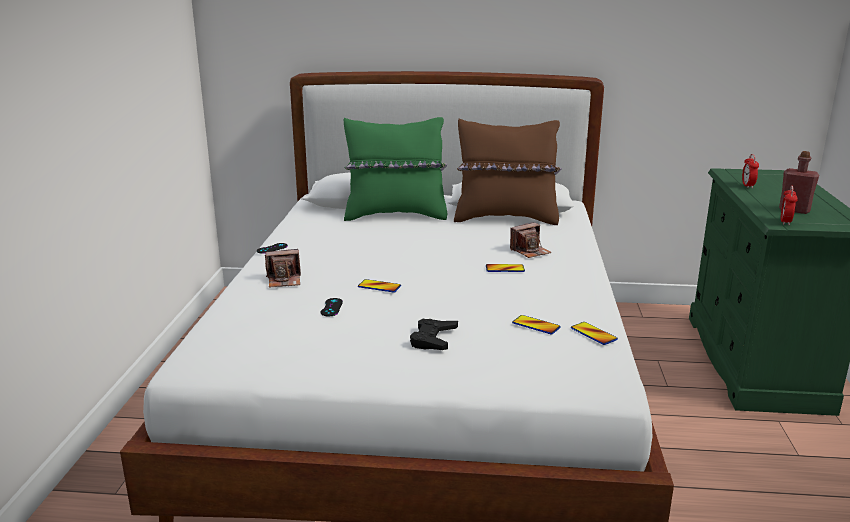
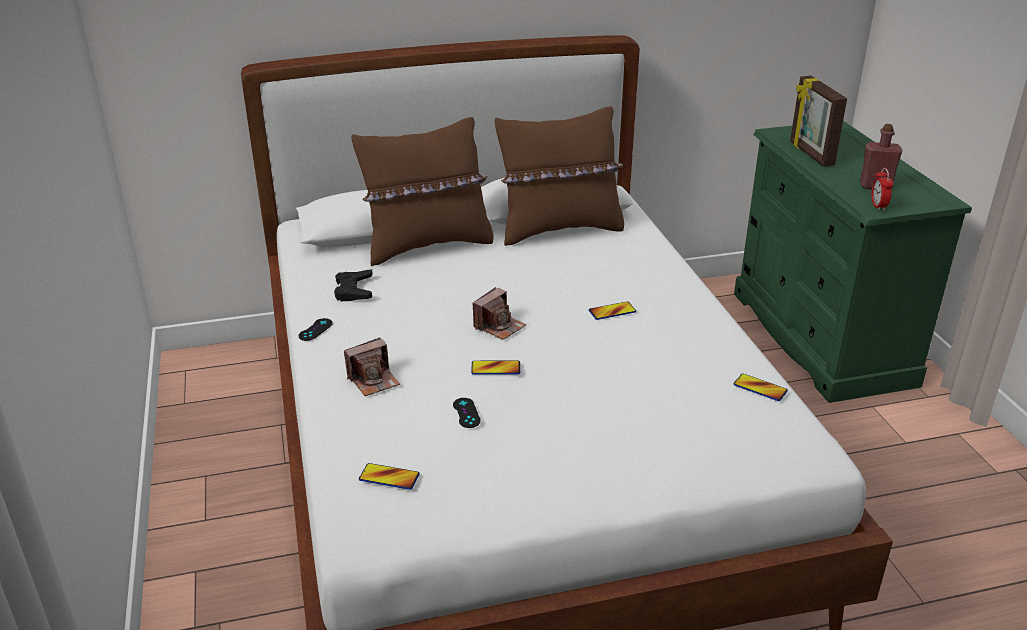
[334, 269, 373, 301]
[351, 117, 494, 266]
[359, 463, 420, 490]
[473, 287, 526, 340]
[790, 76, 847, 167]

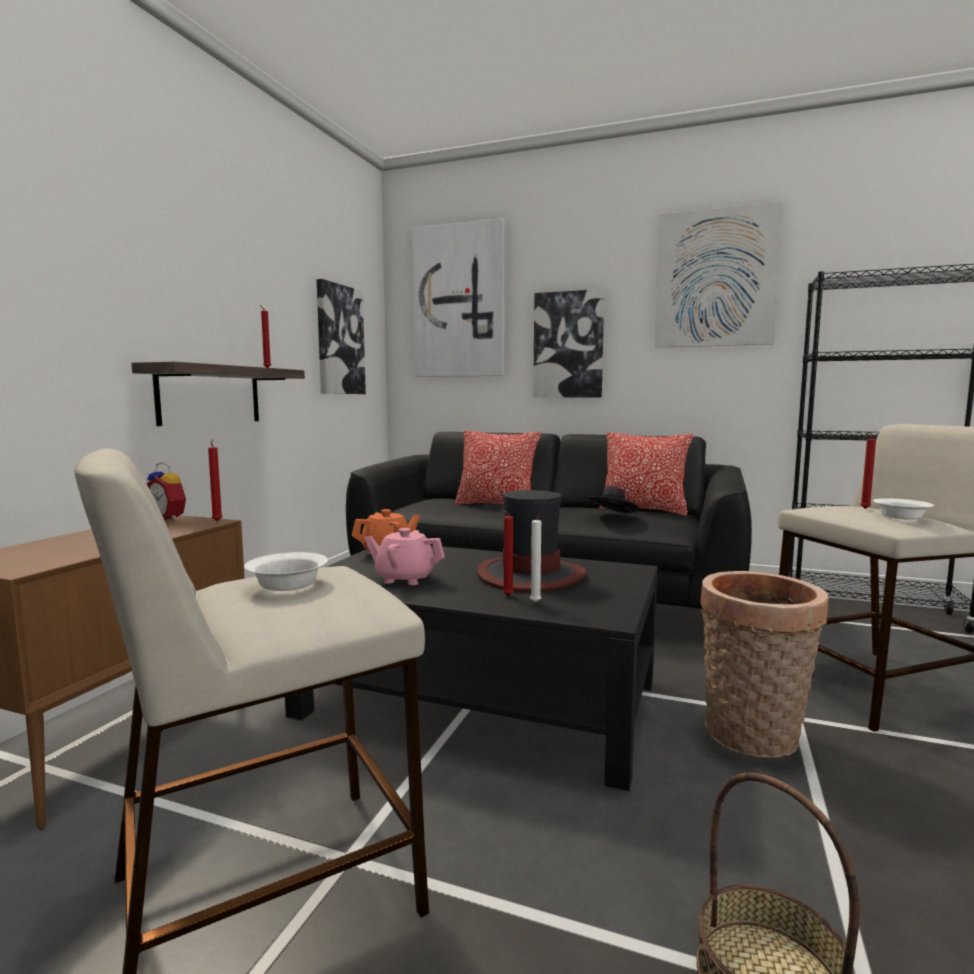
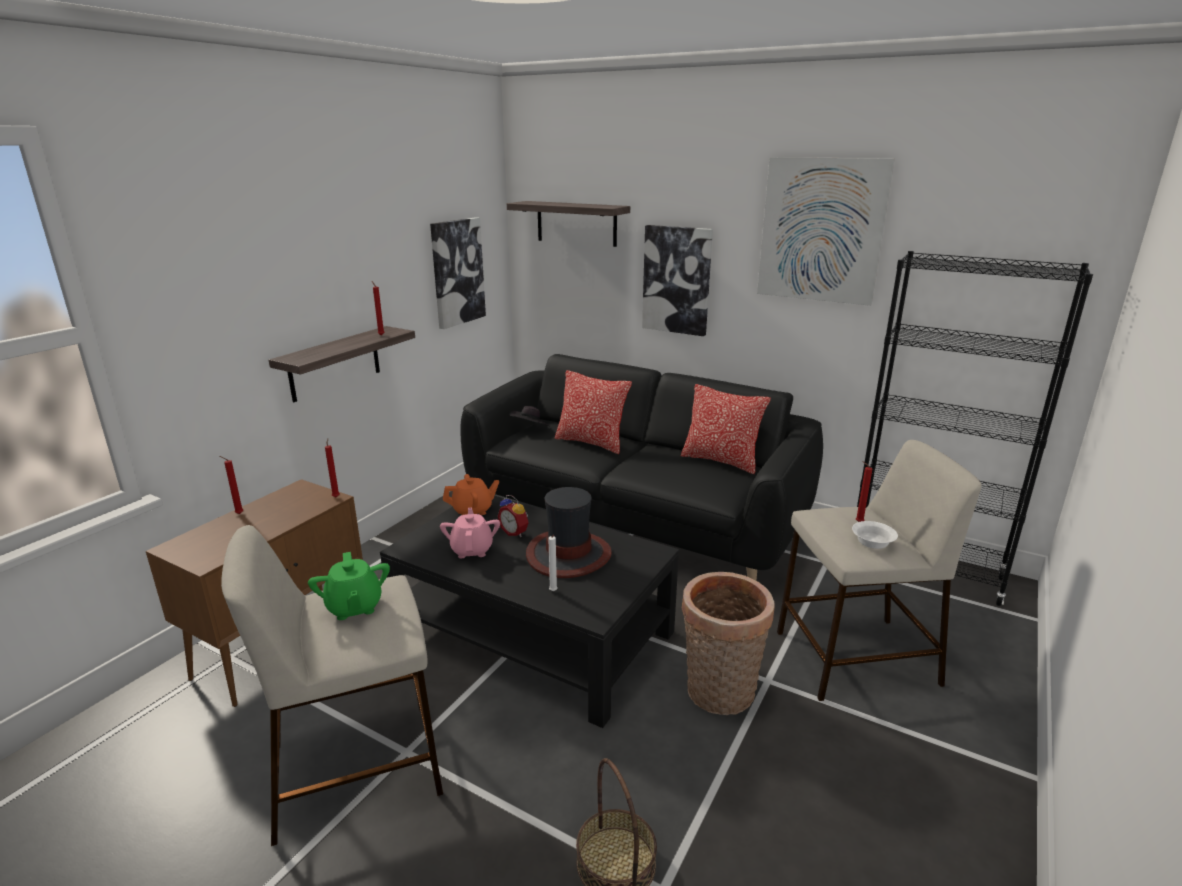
[219, 456, 243, 514]
[308, 552, 390, 620]
[440, 508, 500, 558]
[497, 495, 529, 537]
[507, 201, 630, 247]
[509, 406, 549, 426]

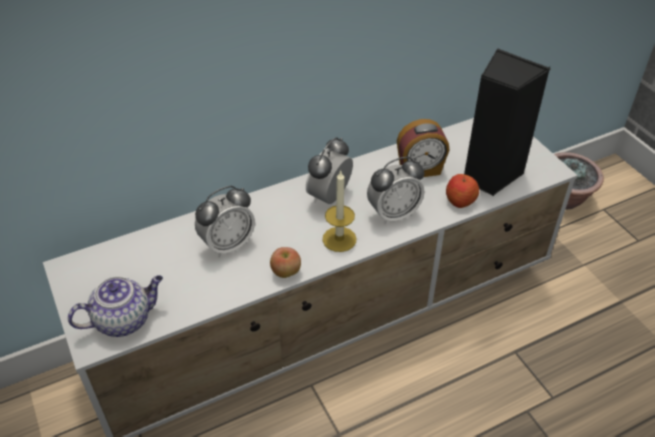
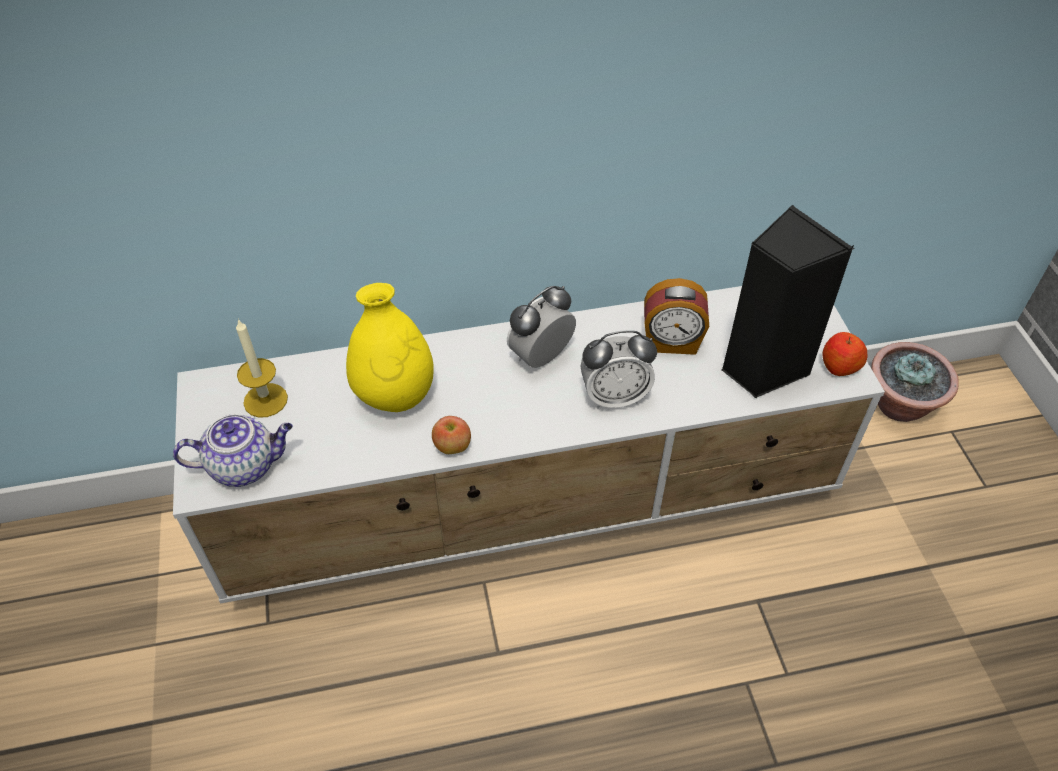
[236, 318, 288, 418]
[346, 283, 434, 412]
[822, 332, 868, 376]

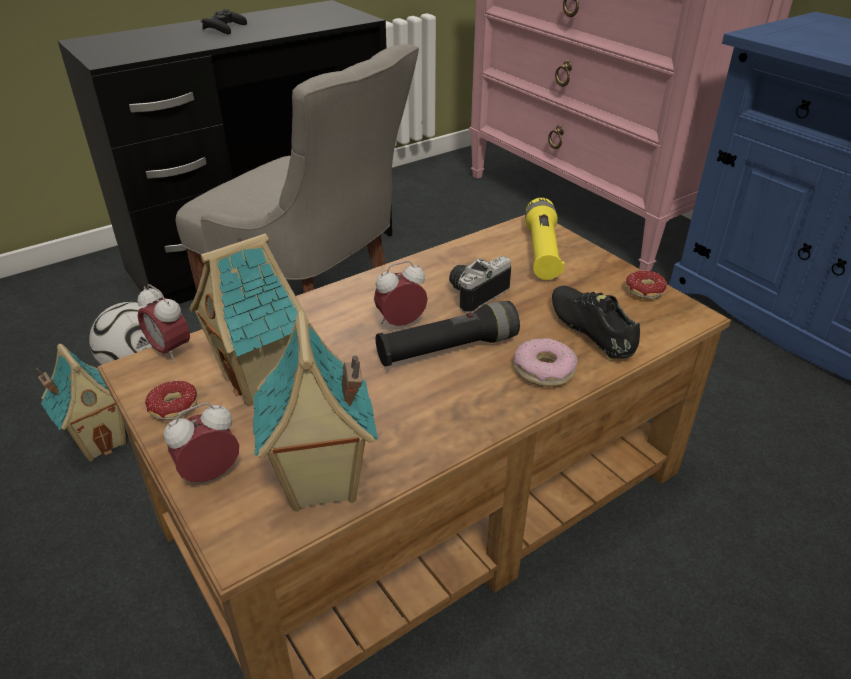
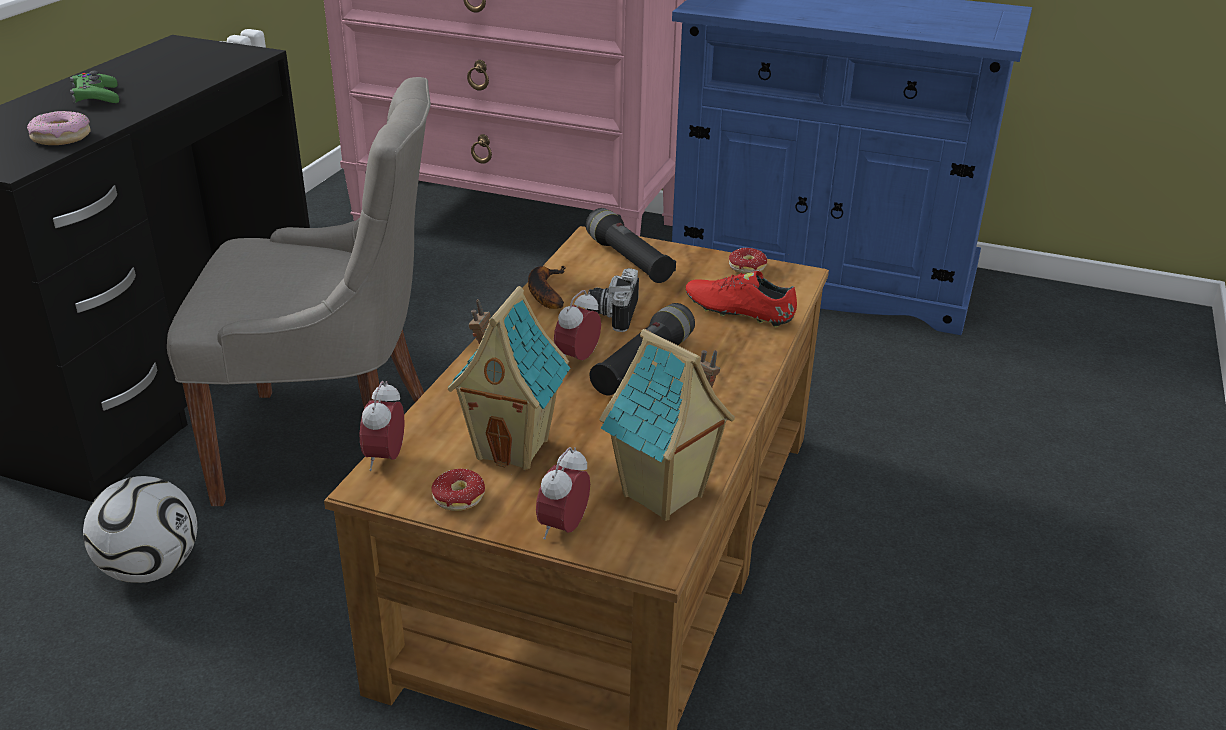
[27, 111, 91, 145]
[70, 71, 119, 103]
[360, 381, 405, 471]
[528, 266, 566, 309]
[586, 208, 676, 283]
[686, 271, 797, 328]
[36, 344, 126, 461] (first image)

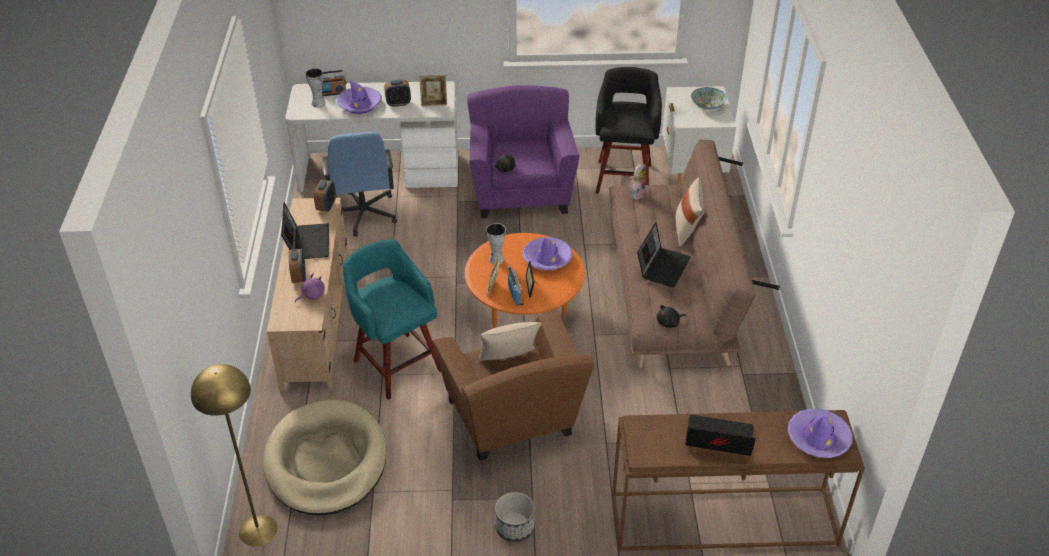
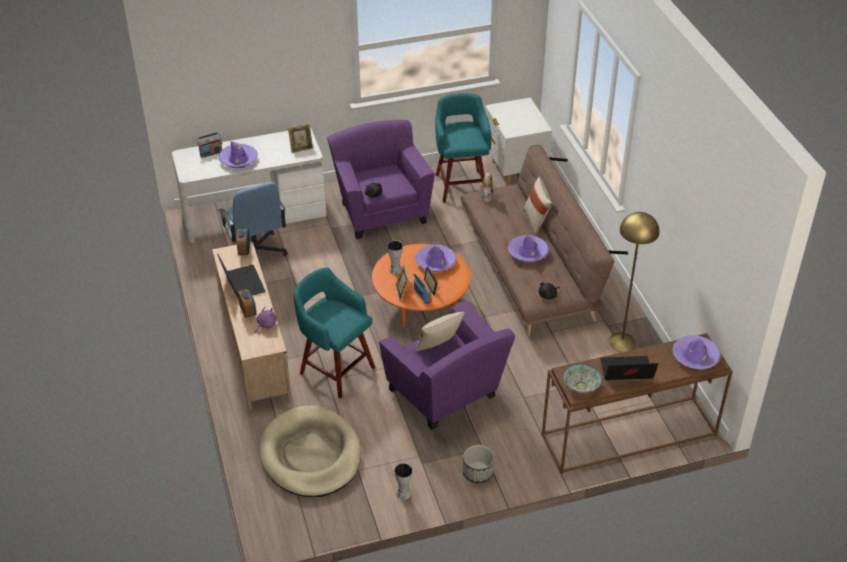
[379, 300, 515, 430]
[394, 463, 413, 500]
[435, 93, 491, 203]
[508, 235, 549, 262]
[563, 364, 602, 393]
[609, 212, 659, 352]
[384, 80, 411, 107] (first image)

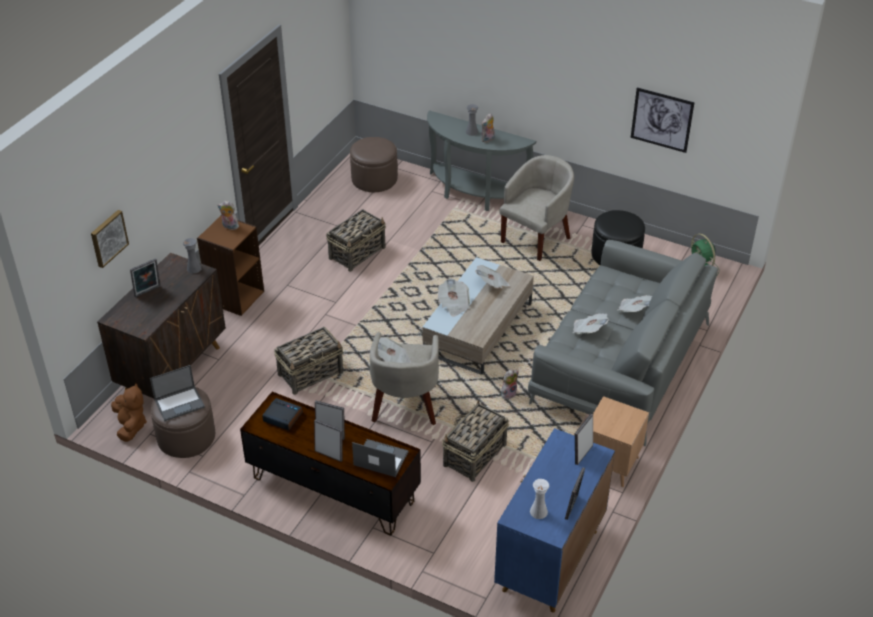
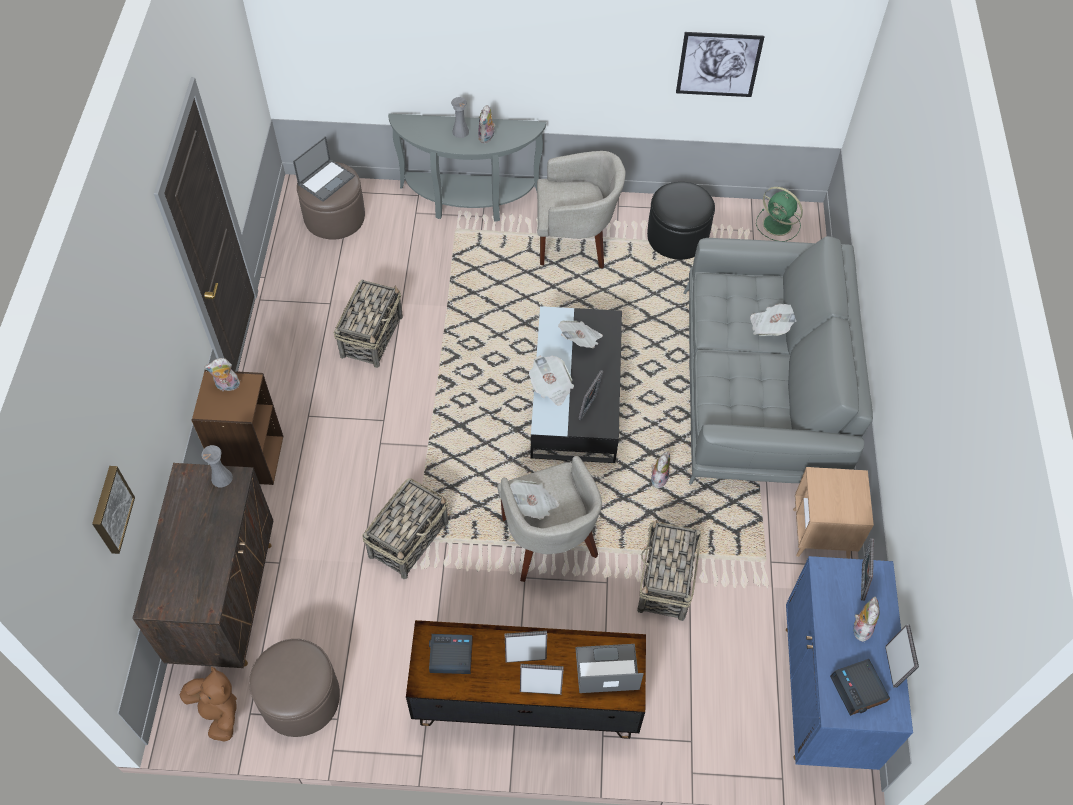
[293, 136, 355, 202]
[530, 306, 622, 463]
[537, 151, 626, 269]
[578, 370, 603, 420]
[830, 659, 890, 716]
[854, 597, 880, 642]
[572, 313, 609, 334] (first image)

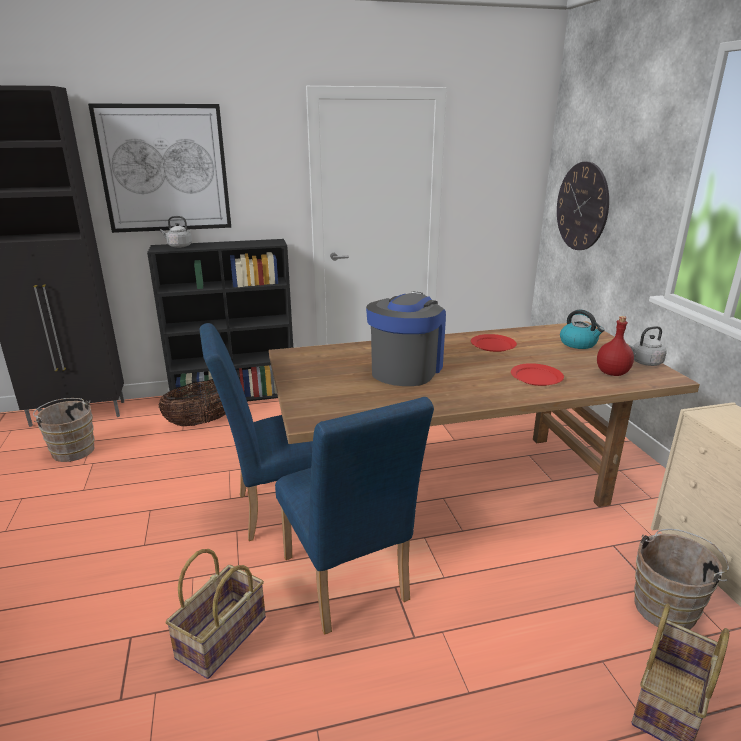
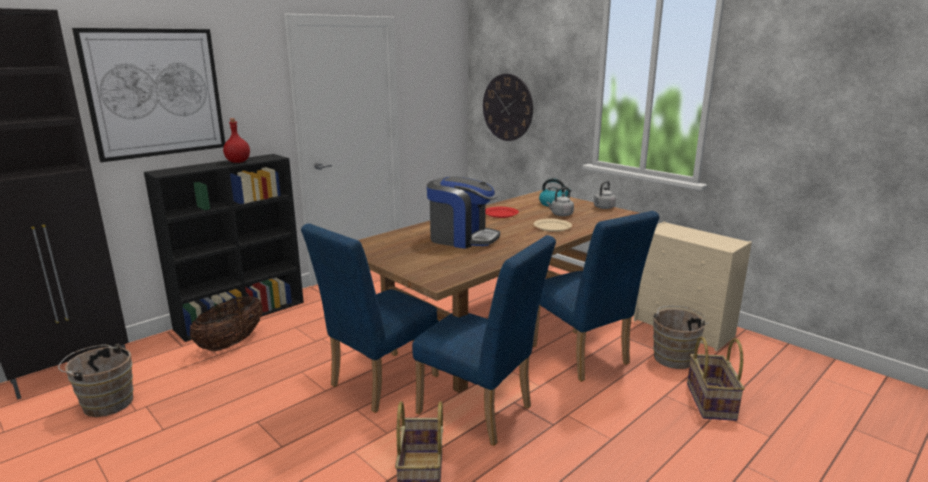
[223, 118, 250, 163]
[427, 176, 500, 249]
[533, 211, 659, 382]
[534, 219, 572, 232]
[546, 187, 574, 216]

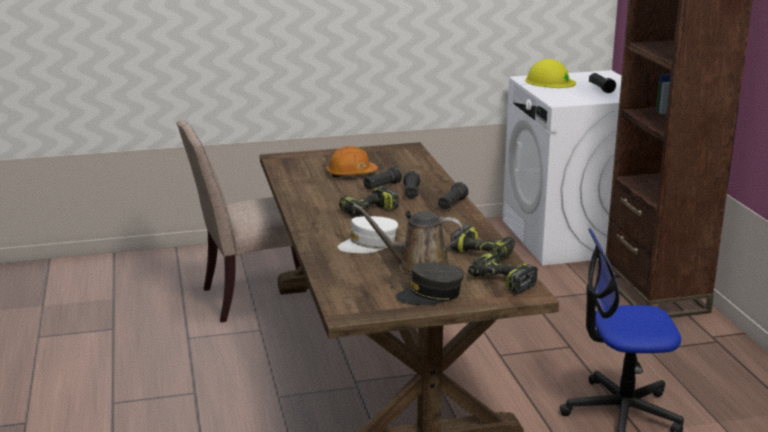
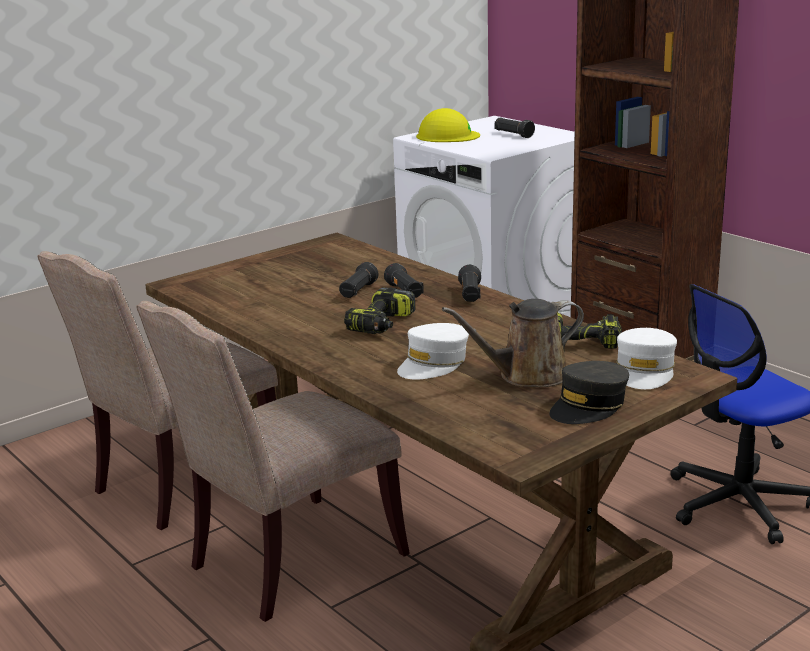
[136, 301, 410, 622]
[617, 328, 677, 389]
[327, 146, 378, 177] (first image)

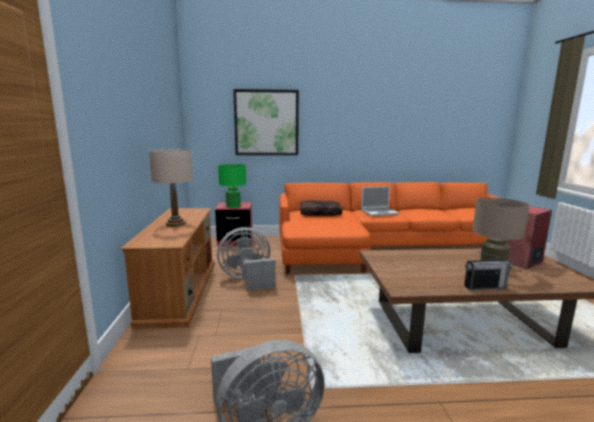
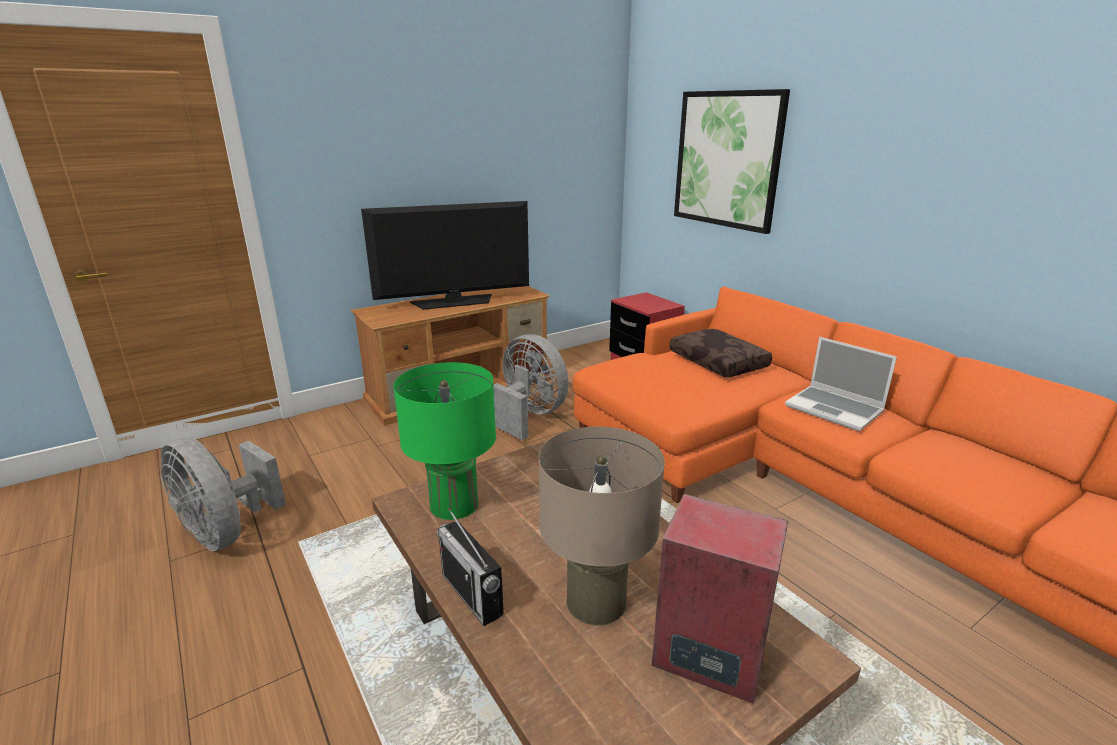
[361, 201, 529, 310]
[393, 362, 496, 520]

